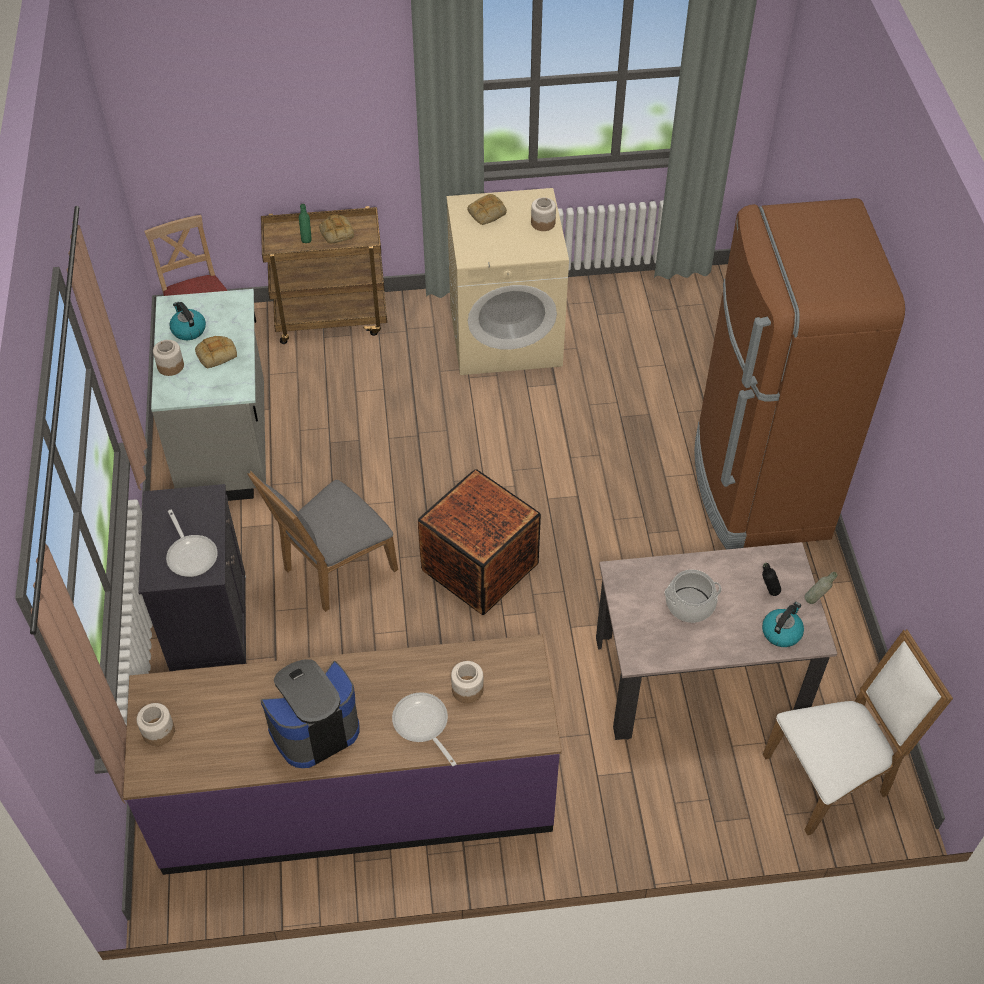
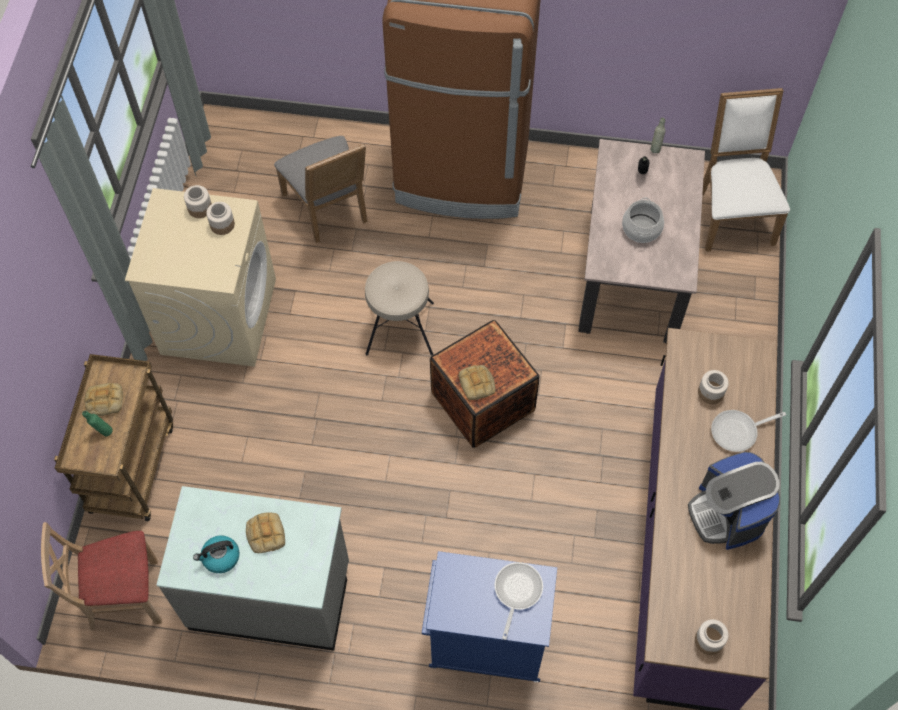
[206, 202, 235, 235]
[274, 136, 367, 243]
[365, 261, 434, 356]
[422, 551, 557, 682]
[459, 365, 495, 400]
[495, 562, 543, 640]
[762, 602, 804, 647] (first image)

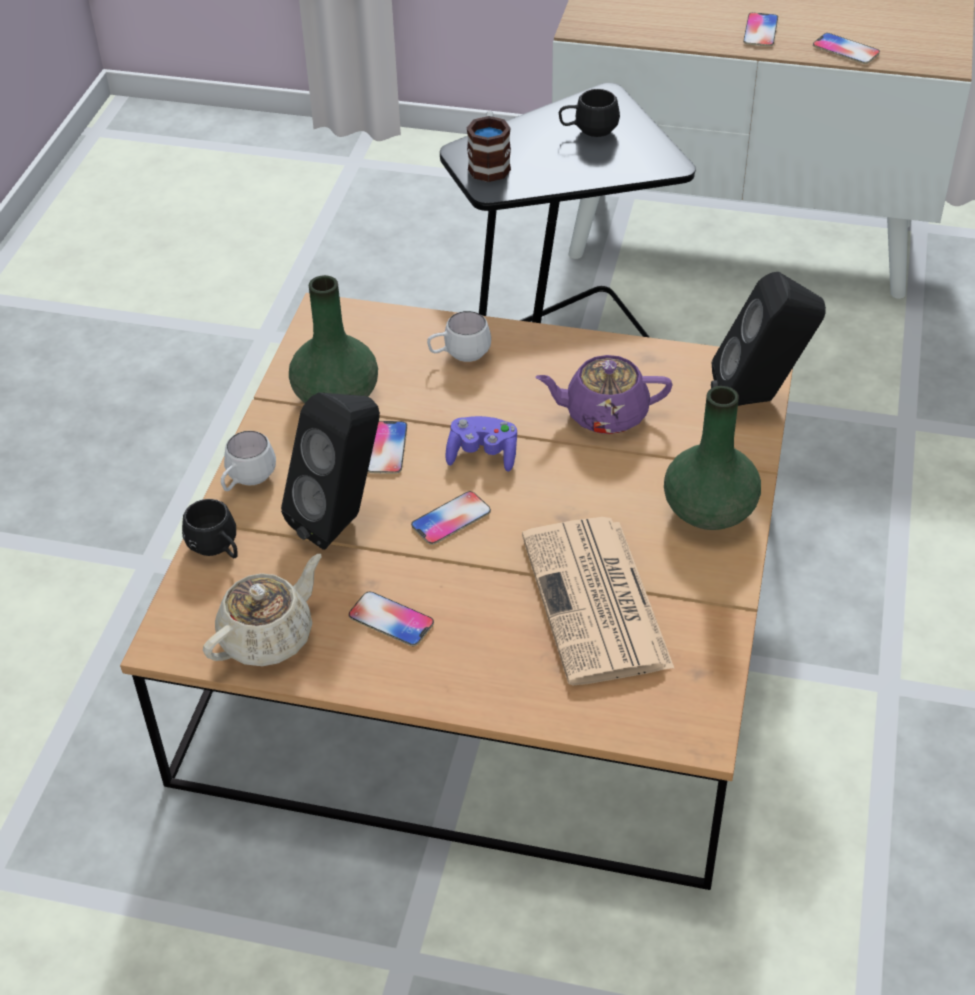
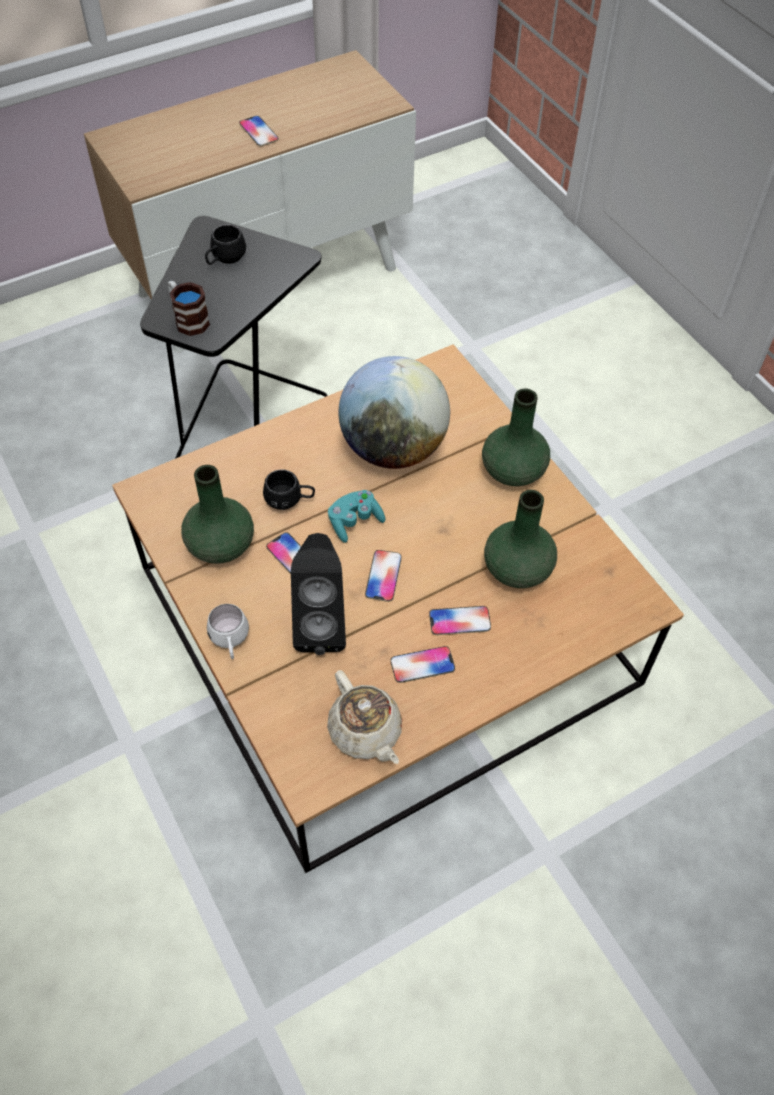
[263, 469, 315, 510]
[327, 670, 402, 764]
[328, 490, 385, 543]
[338, 356, 450, 469]
[429, 606, 491, 635]
[484, 490, 557, 588]
[427, 311, 491, 362] (first image)
[711, 272, 826, 406] (first image)

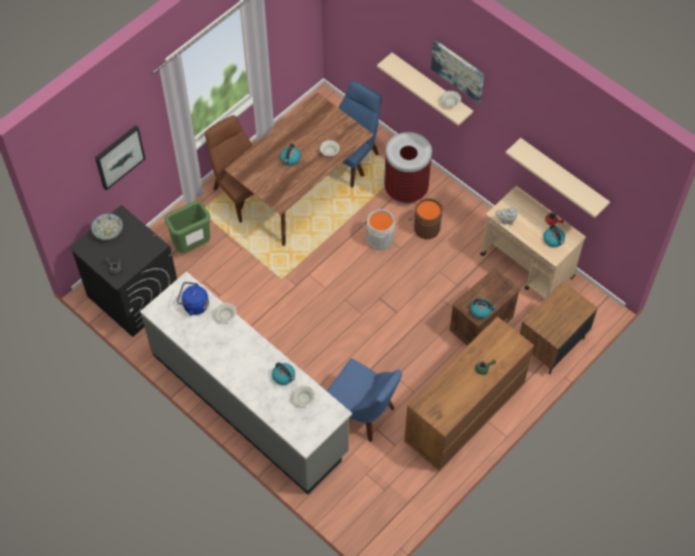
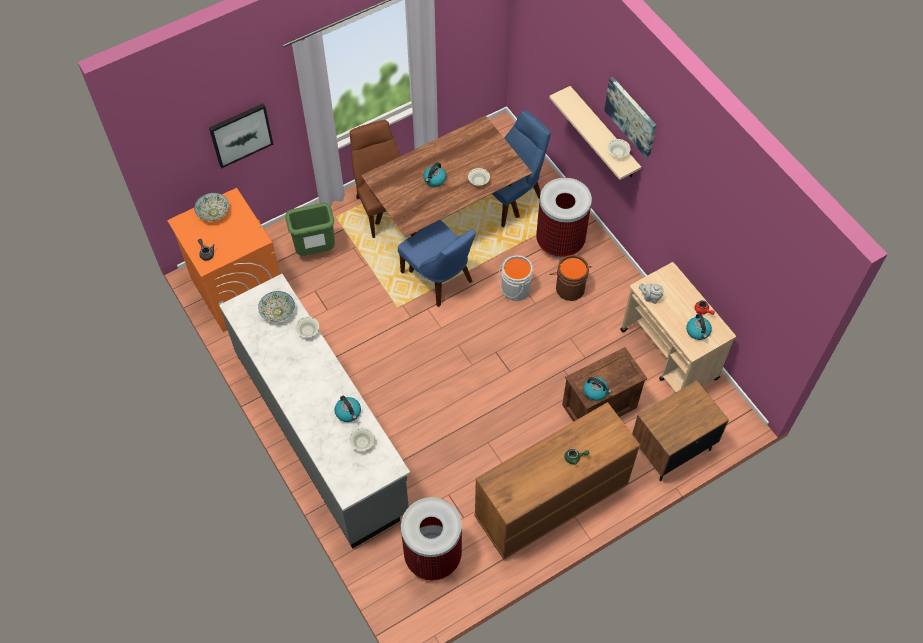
[167, 188, 280, 332]
[258, 291, 295, 322]
[398, 220, 476, 307]
[401, 497, 462, 581]
[505, 138, 610, 218] (first image)

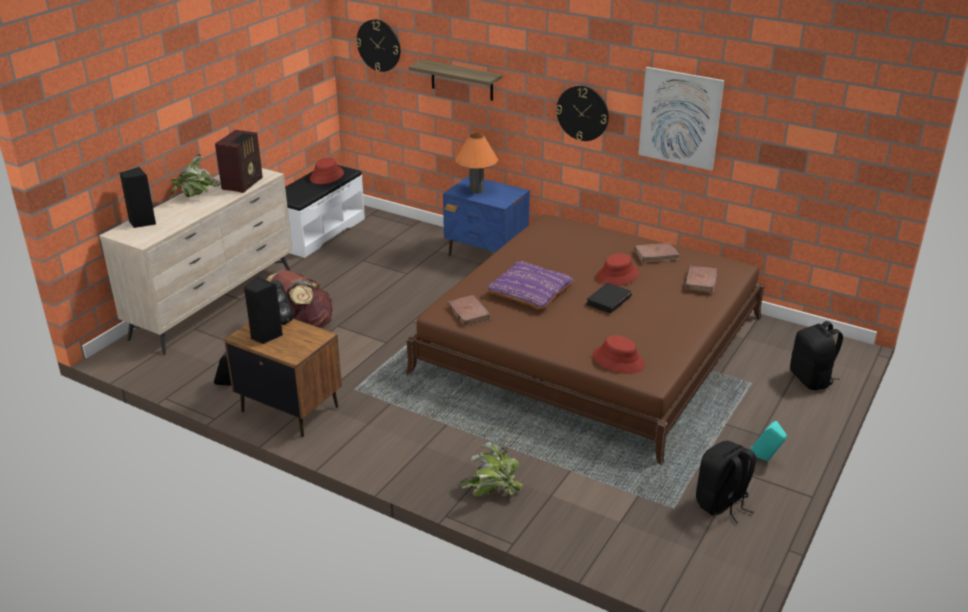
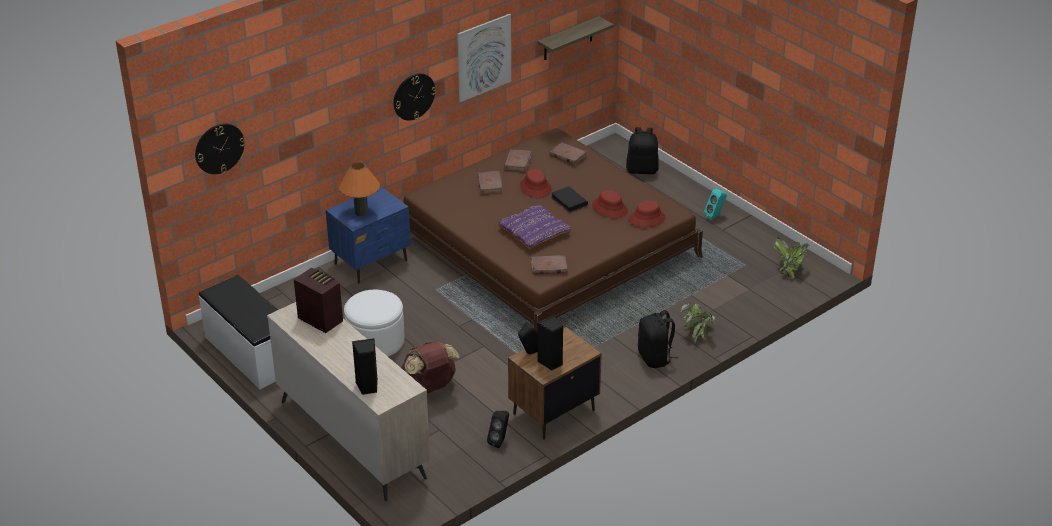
[344, 290, 405, 357]
[477, 171, 503, 194]
[537, 16, 614, 60]
[592, 190, 628, 218]
[638, 310, 678, 368]
[773, 237, 809, 278]

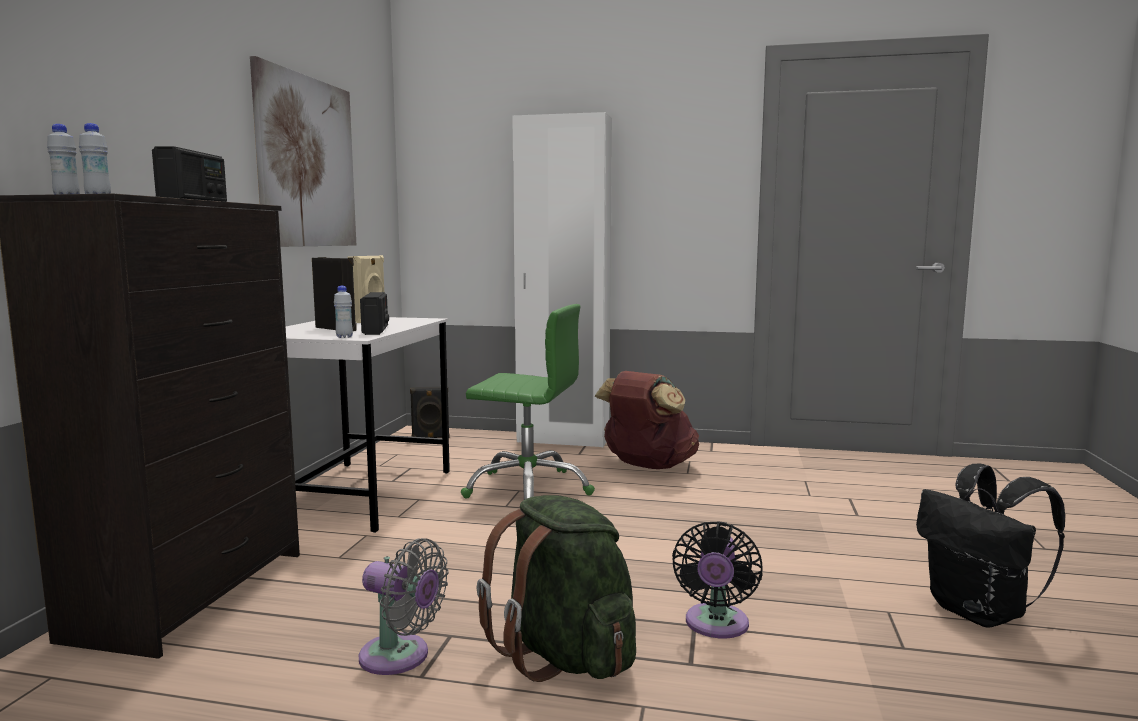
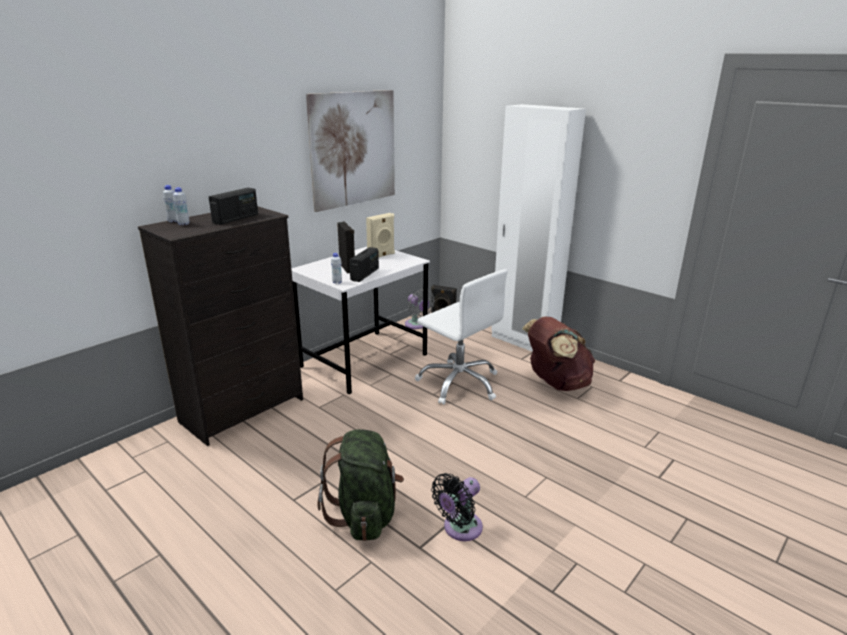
[405, 289, 435, 329]
[415, 269, 508, 405]
[916, 464, 1065, 627] (first image)

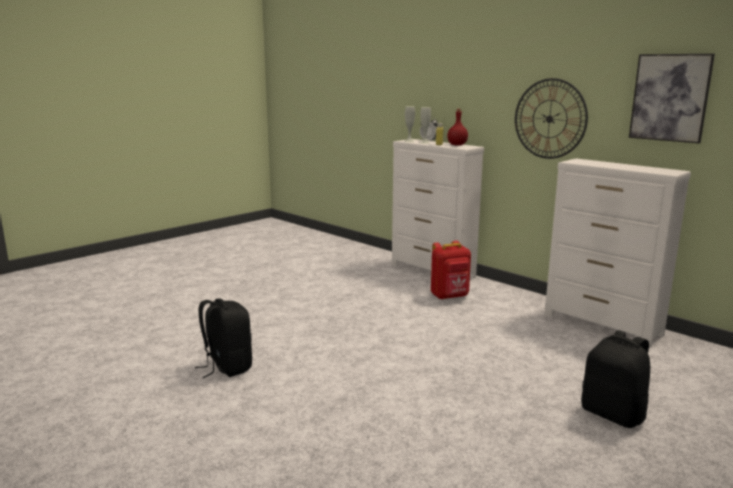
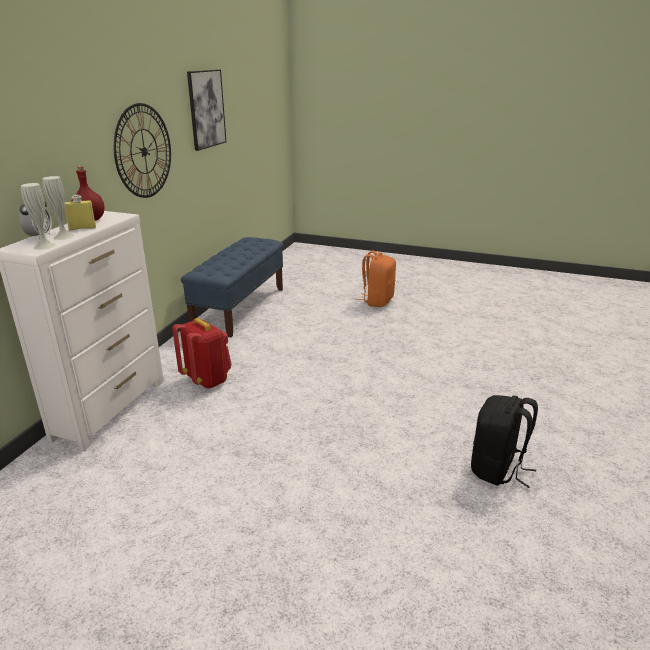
[181, 237, 284, 337]
[356, 251, 396, 307]

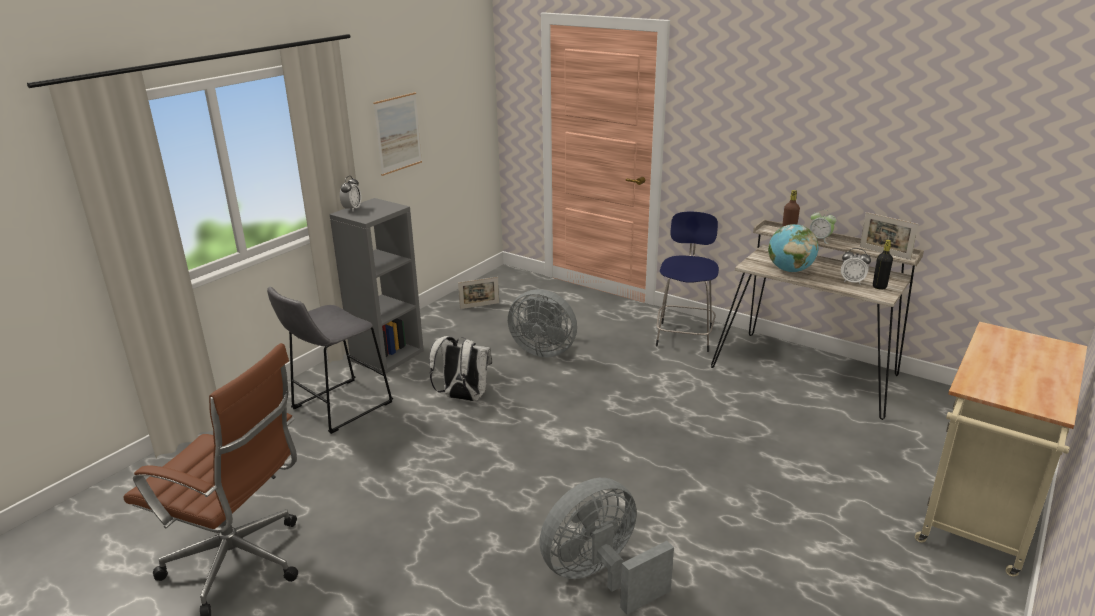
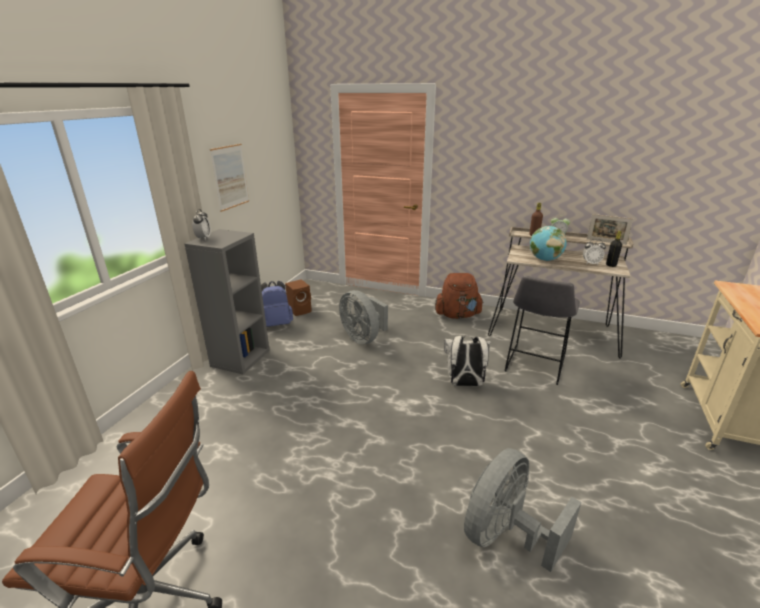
[261, 281, 293, 327]
[285, 279, 312, 316]
[339, 290, 388, 345]
[435, 273, 484, 319]
[444, 335, 491, 386]
[505, 275, 580, 385]

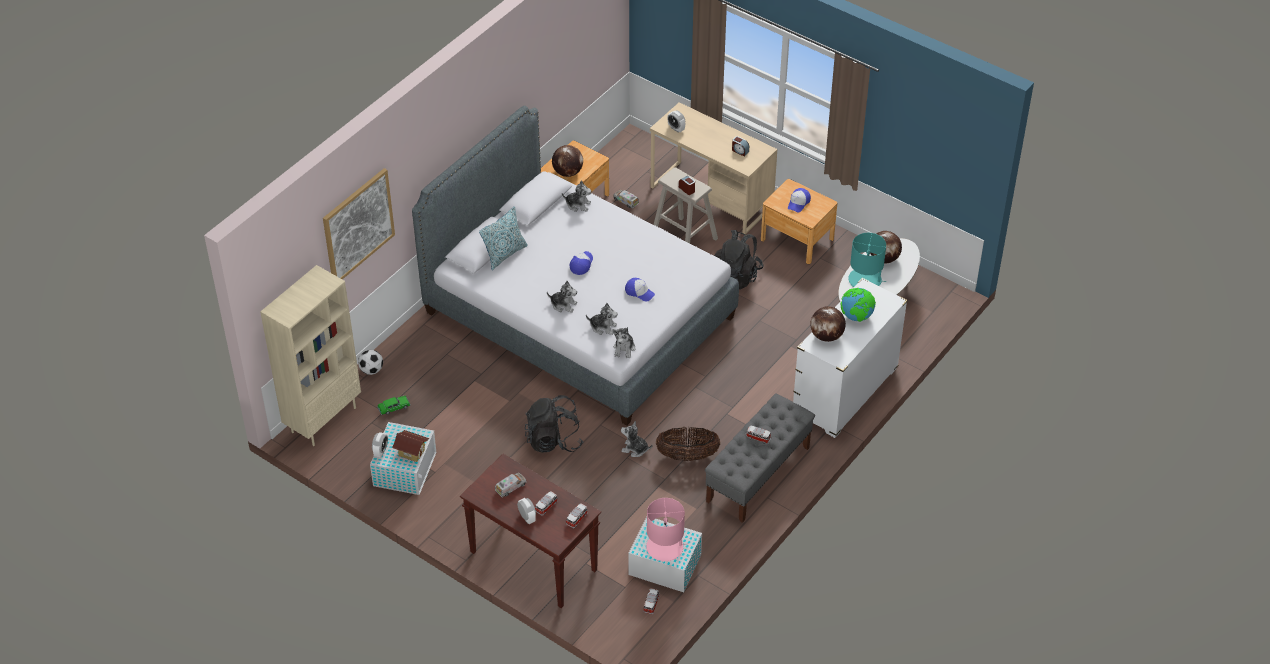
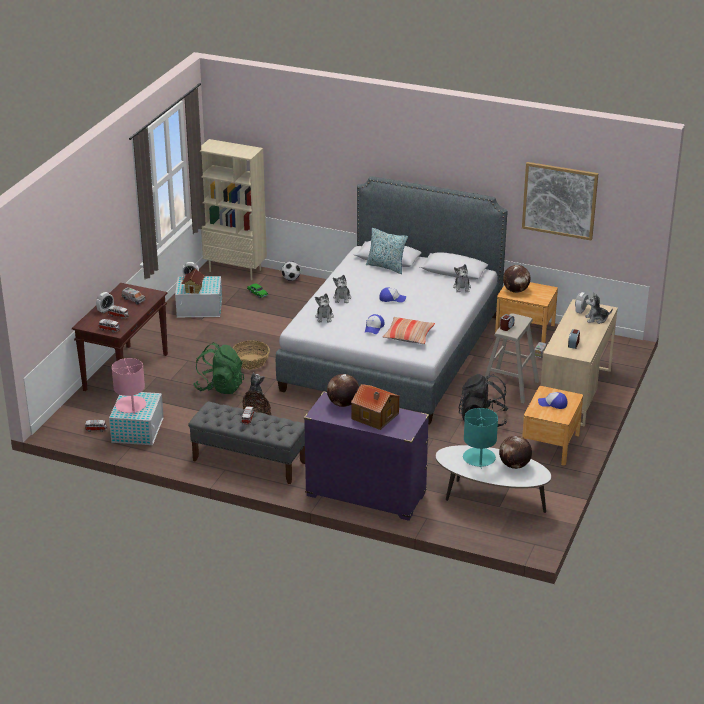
[193, 342, 244, 394]
[233, 340, 270, 369]
[304, 391, 429, 521]
[351, 384, 400, 430]
[383, 317, 435, 344]
[522, 162, 599, 241]
[585, 293, 613, 324]

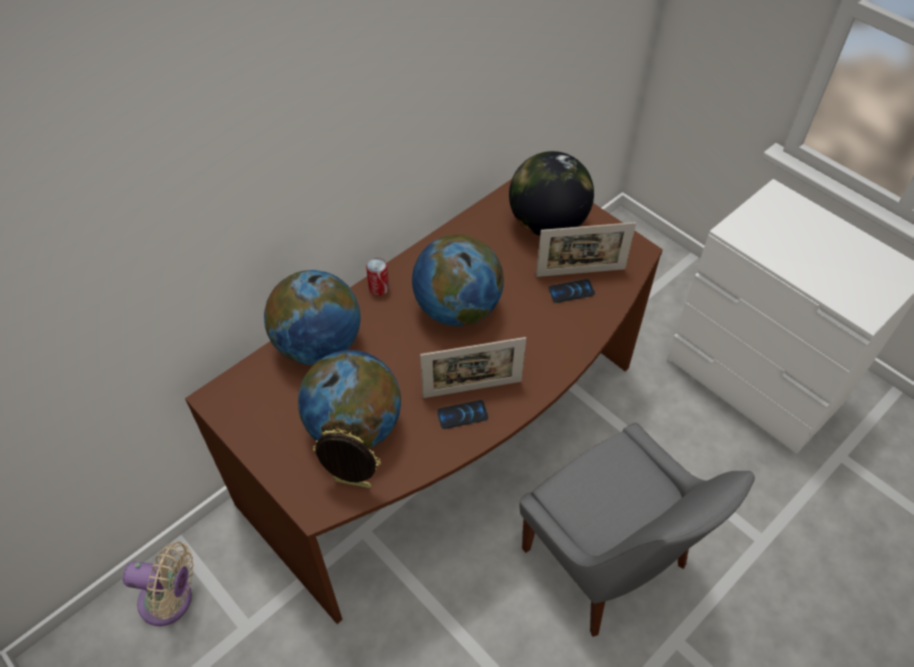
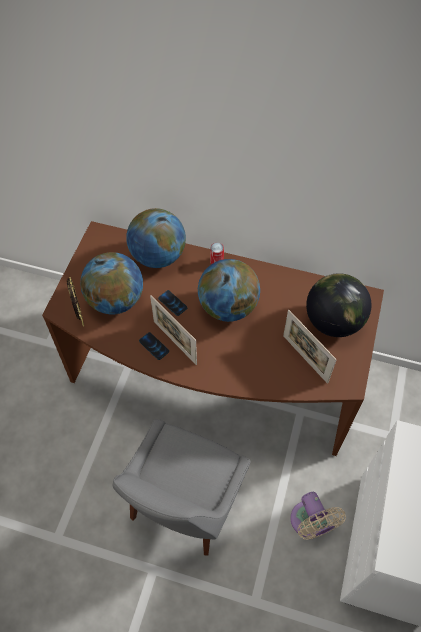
[158, 290, 187, 316]
[290, 492, 346, 540]

